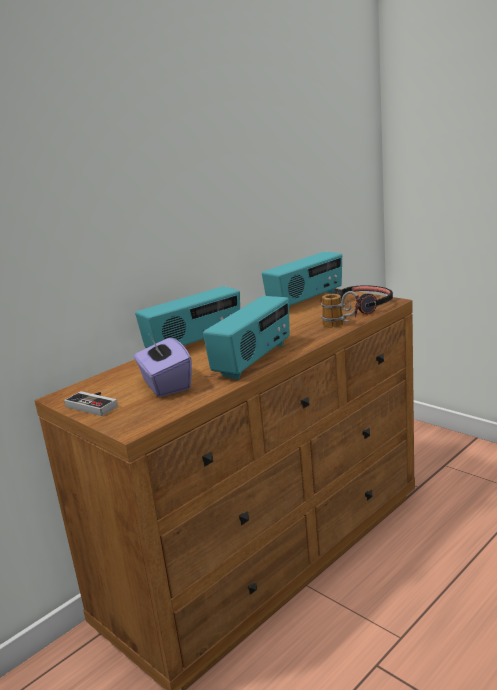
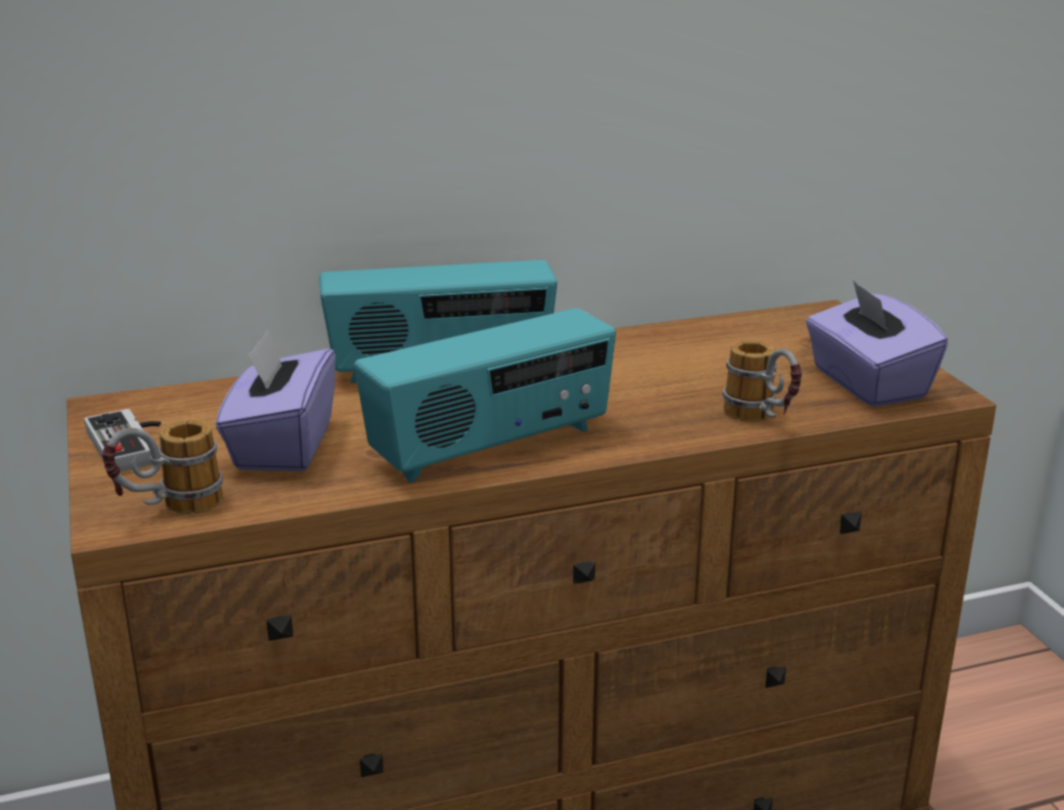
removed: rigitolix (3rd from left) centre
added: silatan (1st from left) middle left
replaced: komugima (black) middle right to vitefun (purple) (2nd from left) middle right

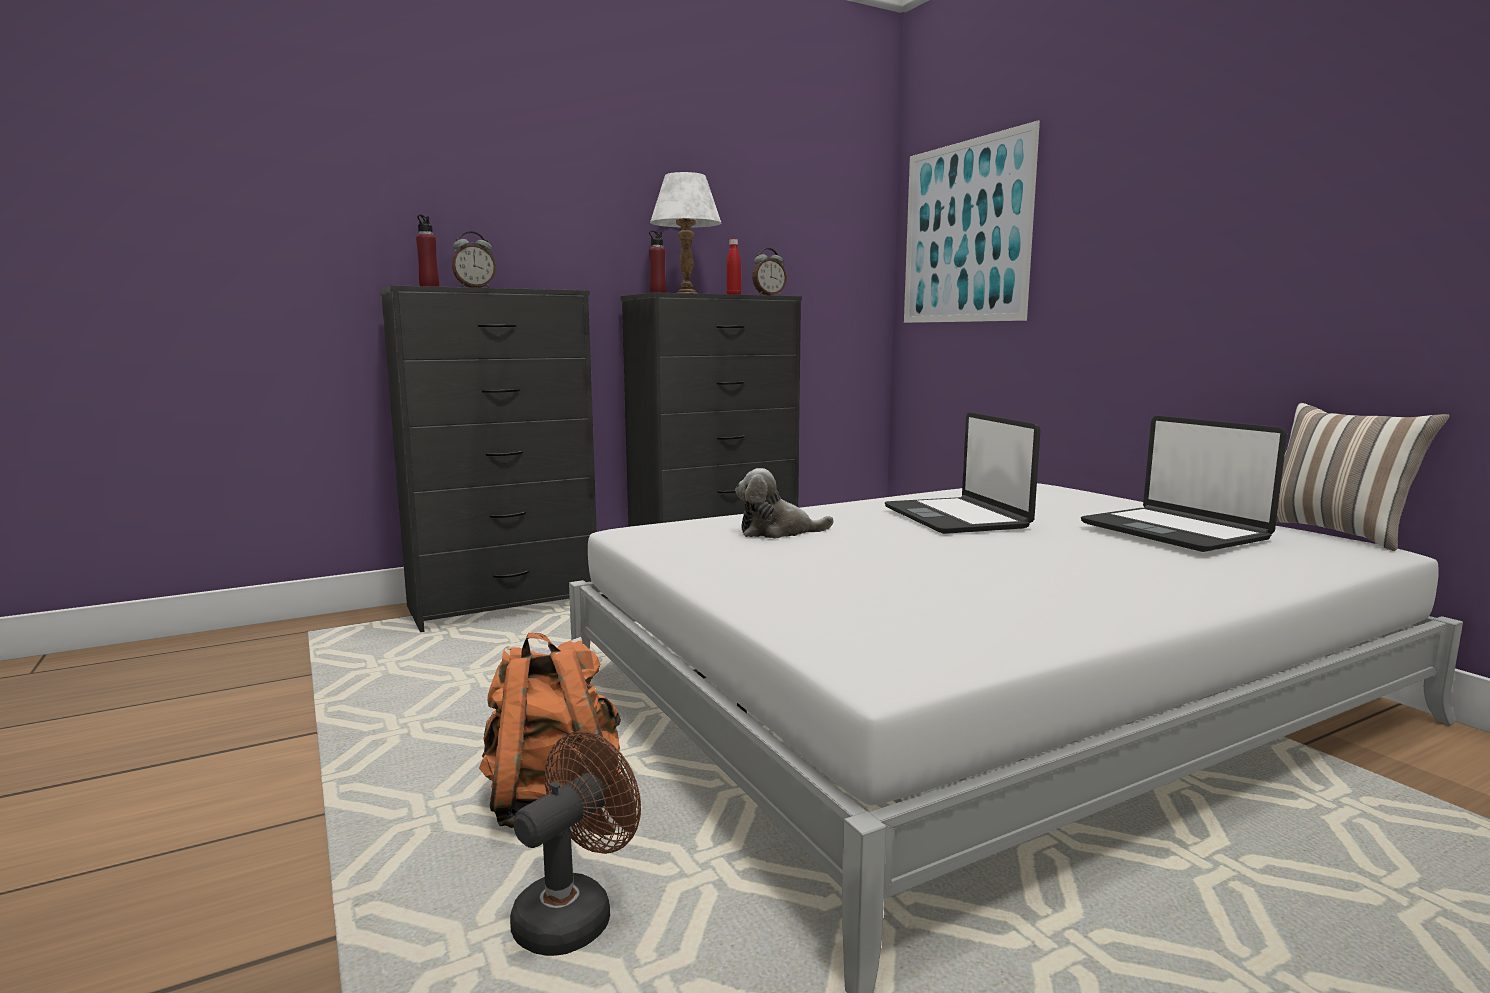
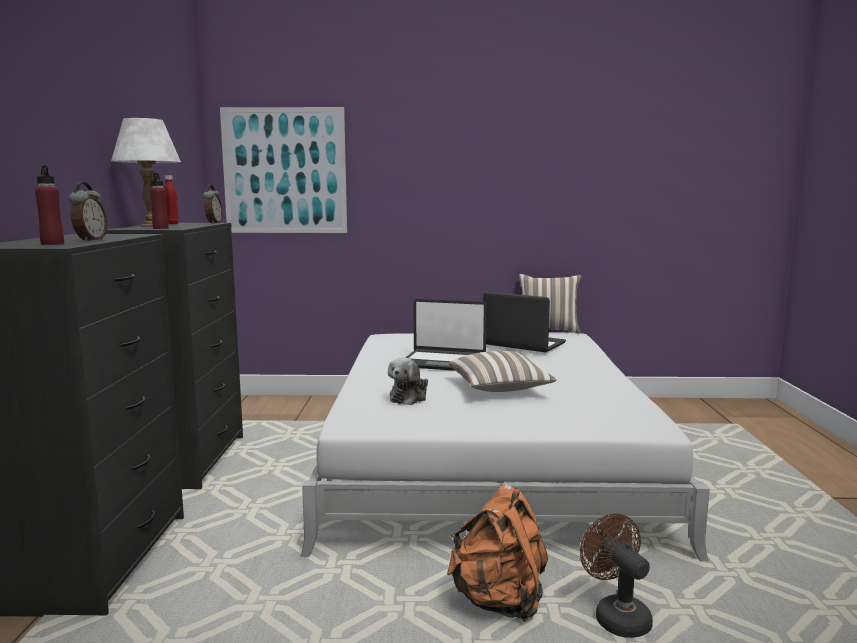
added: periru (1st from left) centre
turned: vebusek (2nd from left) middle right = centre 150 degrees counterclockwise

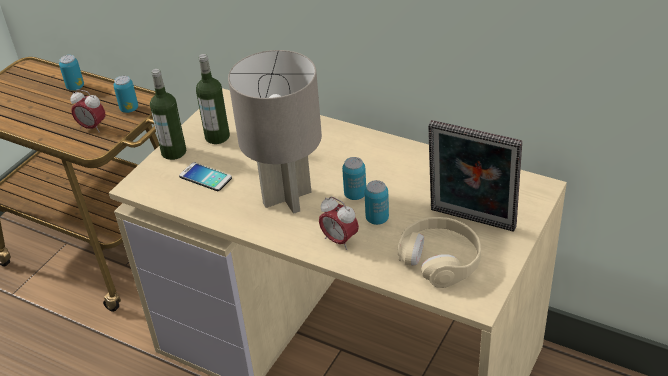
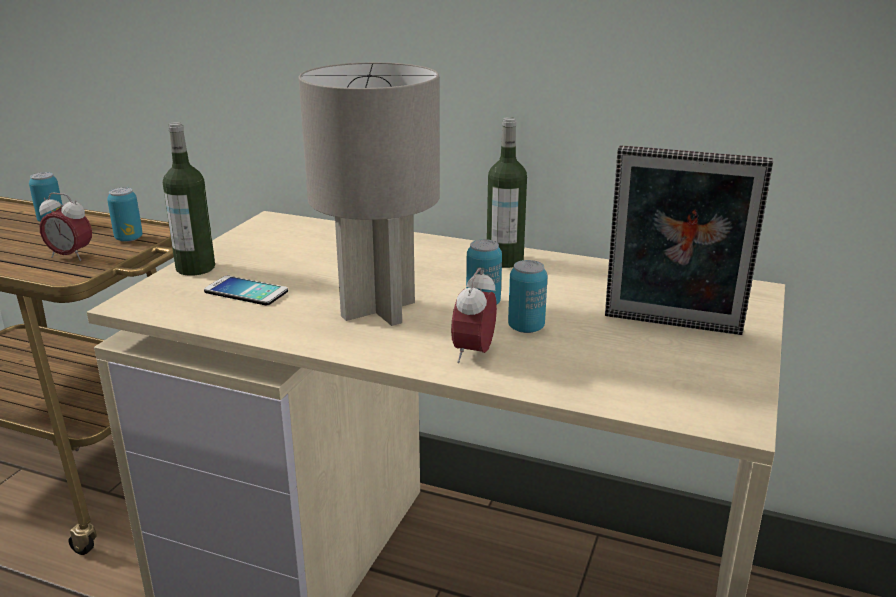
removed: komugima (beige) bottom centre
moved: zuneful (2nd from left) top left to top centre
turned: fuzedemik (2nd from left) centre = centre 75 degrees clockwise

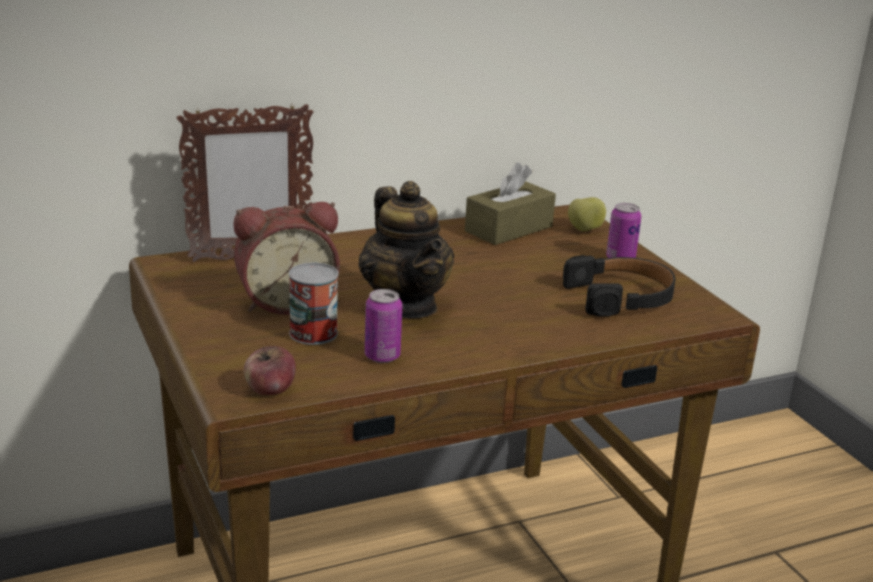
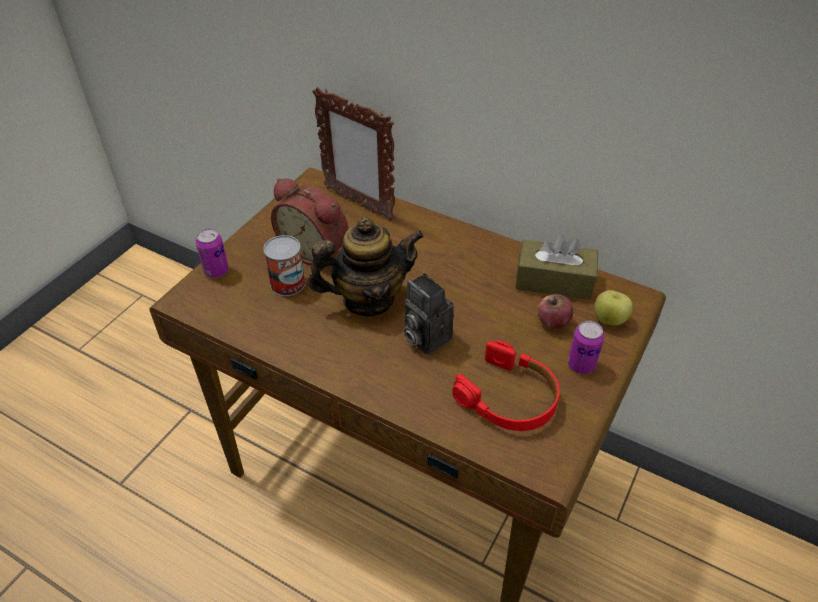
added: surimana centre
moved: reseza (1st from left) middle left to middle right; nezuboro (2nd from left in the first image) centre to nezuboro (1st from left) middle left
recoloured: komugima (black) middle right to komugima (red) centre
turned: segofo centre = centre 135 degrees counterclockwise

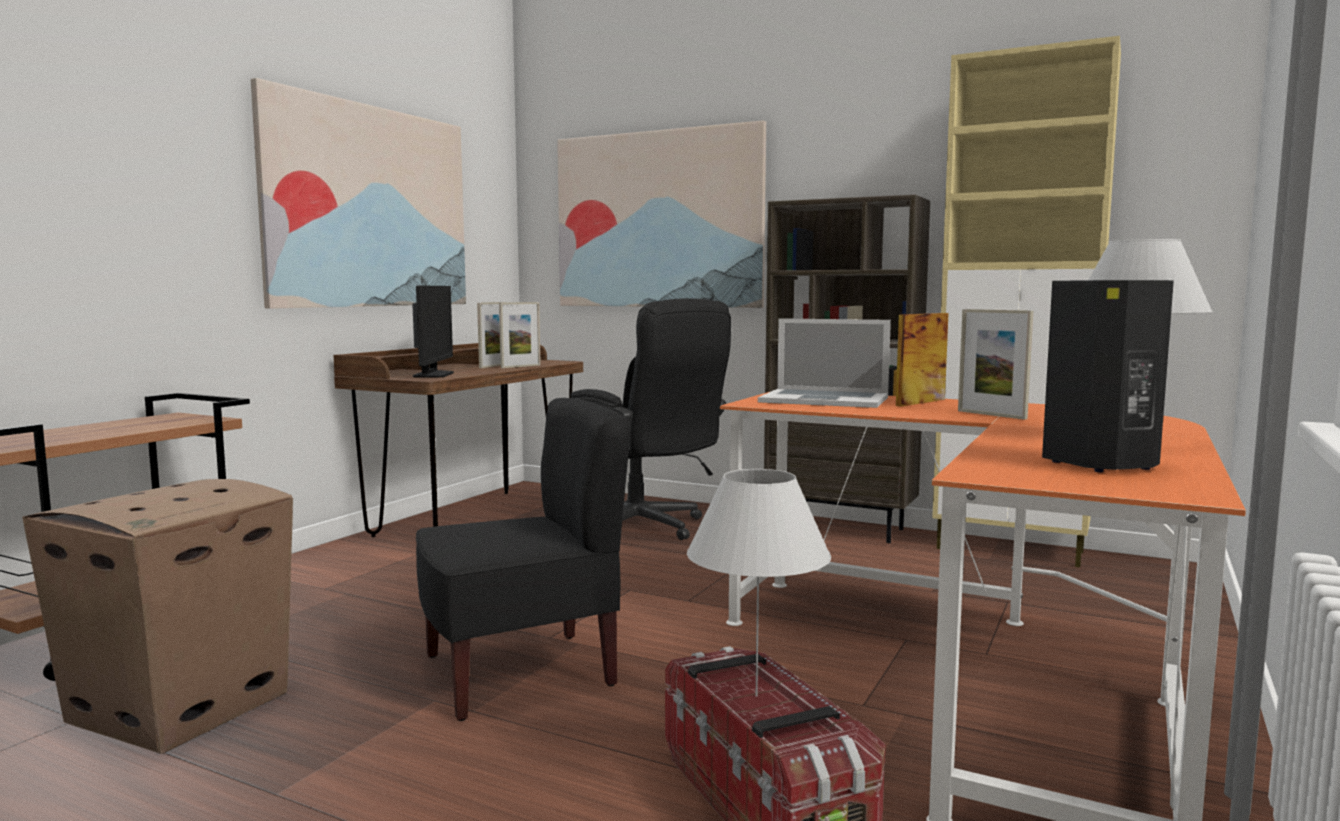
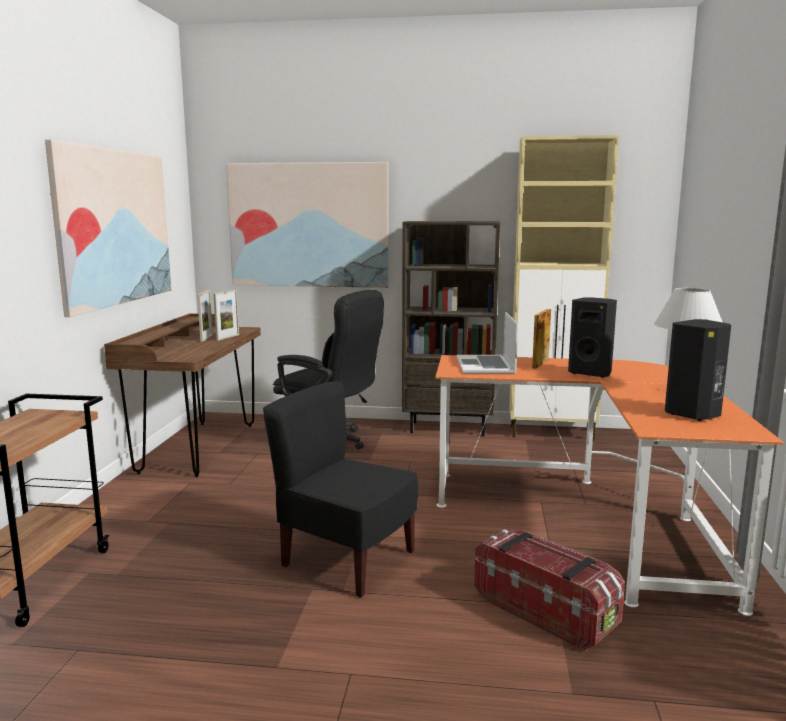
removed: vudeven bottom left; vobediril middle left; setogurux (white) (1st from left) bottom centre
replaced: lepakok (4th from left) middle right to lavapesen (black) (1st from left) middle right
turned: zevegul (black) bottom centre = bottom centre 105 degrees counterclockwise; vebusek centre = centre 90 degrees clockwise

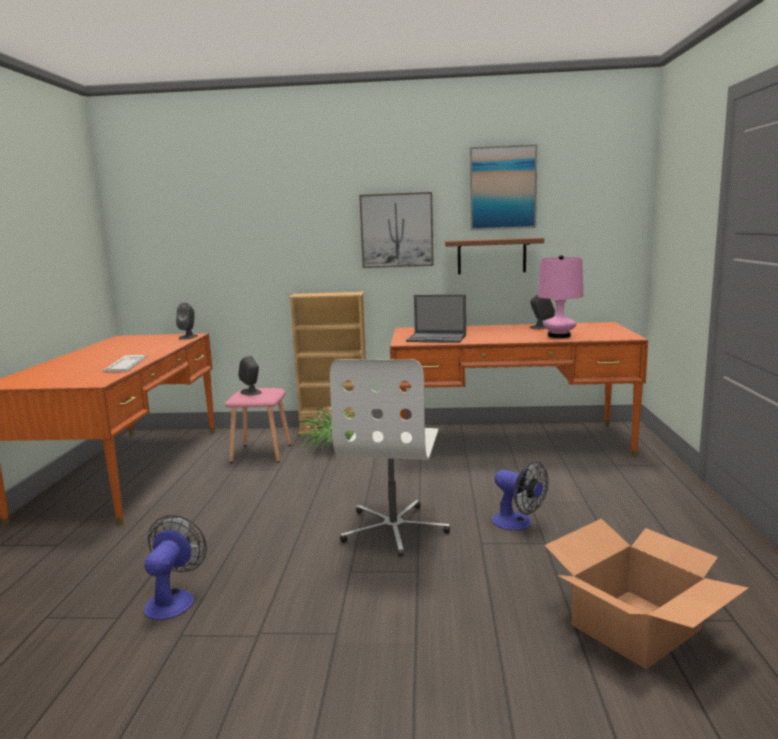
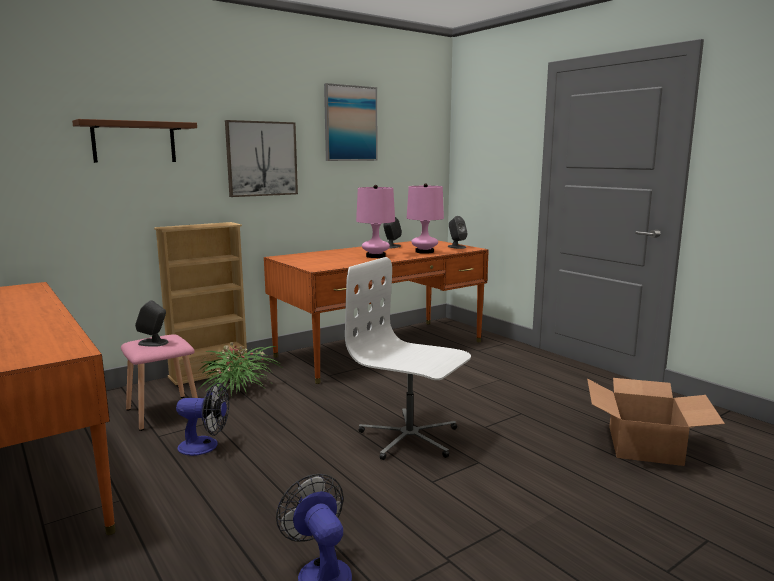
removed: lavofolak middle left; vebusek centre
added: setogurux (pink) (1st from left) centre
moved: lavapesen (grey) (1st from left in the first image) middle left to lavapesen (grey) (3rd from left) centre; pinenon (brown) centre to top left; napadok (2nd from left in the first image) bottom right to napadok (1st from left) bottom left
turned: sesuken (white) centre = centre 150 degrees clockwise

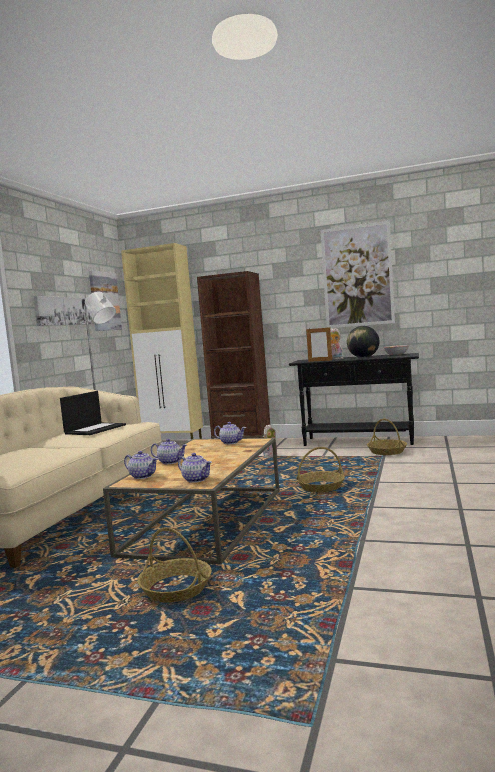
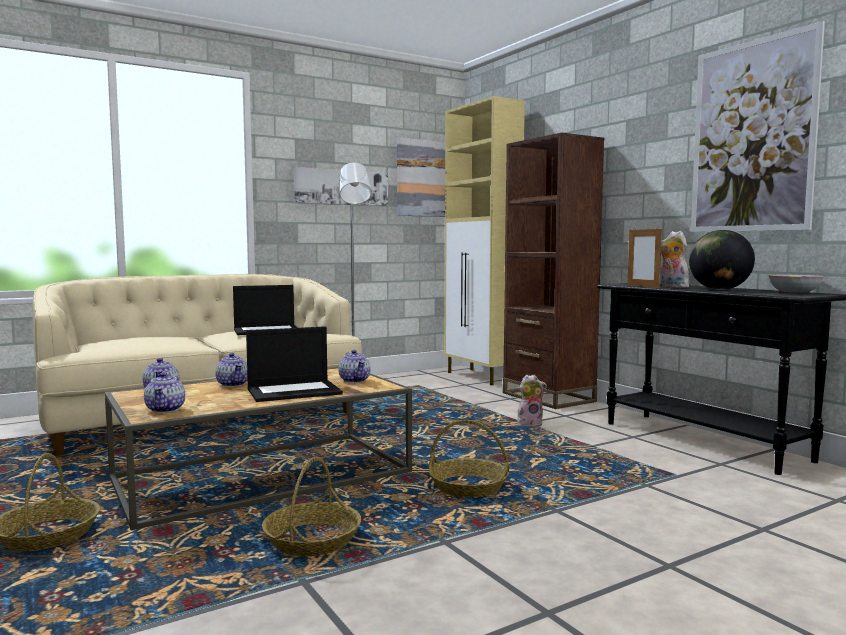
added: vebusek (2nd from left) centre
moved: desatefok (3rd from left in the first image) middle right to desatefok (2nd from left) bottom centre

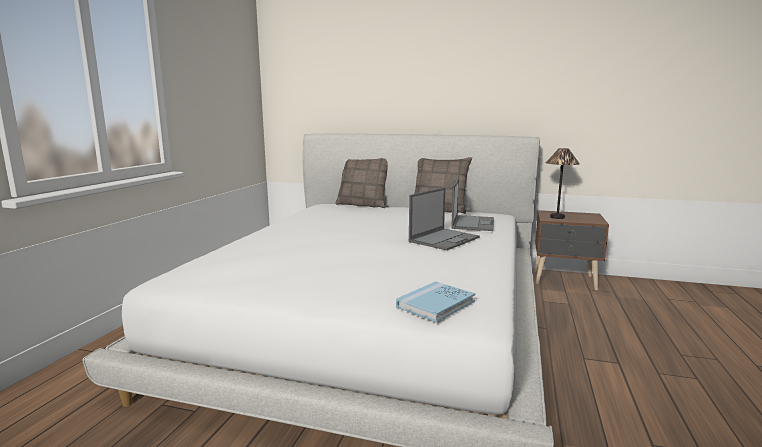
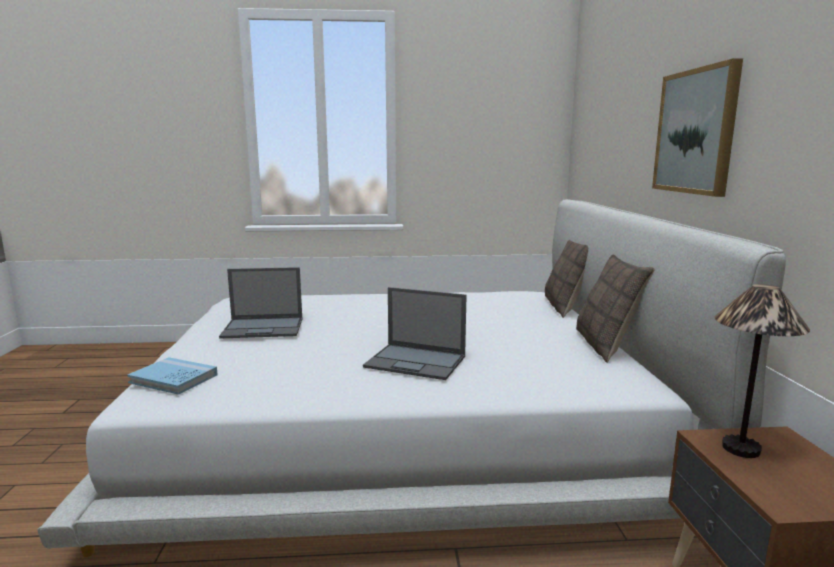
added: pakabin top right
moved: vebusek (2nd from left in the first image) centre to vebusek (1st from left) middle left

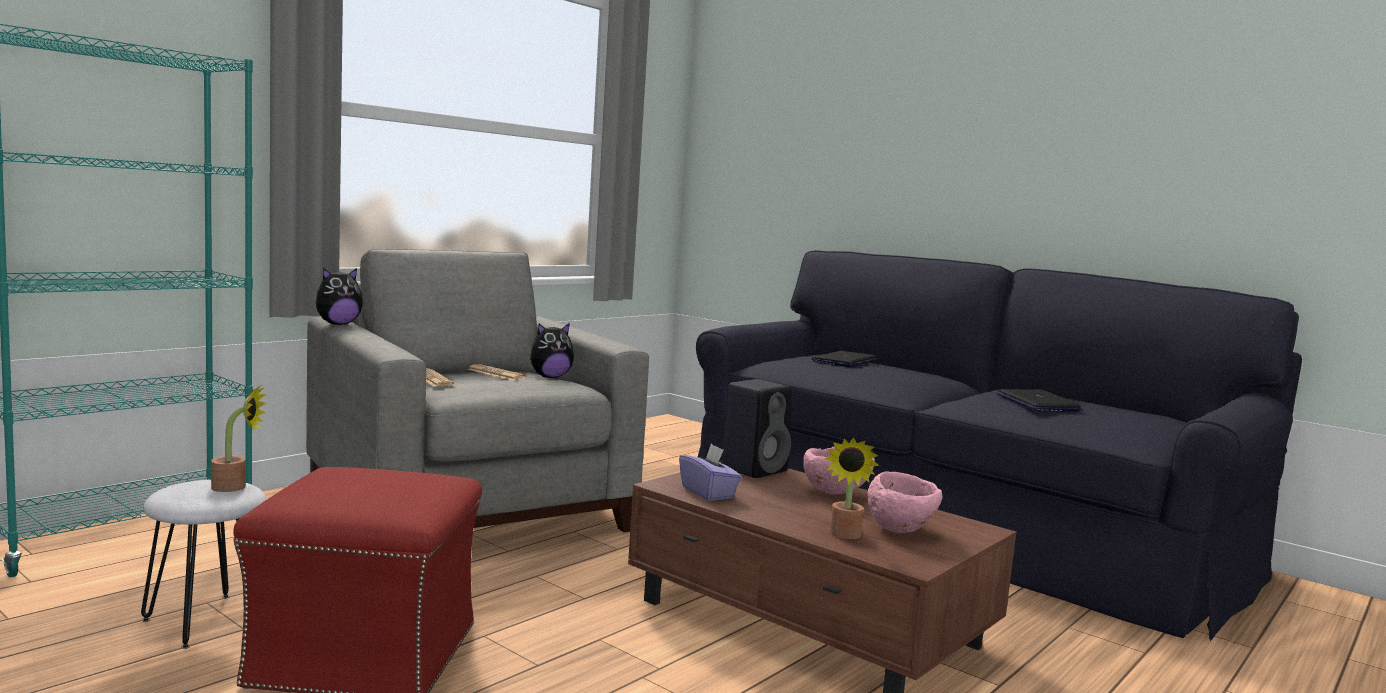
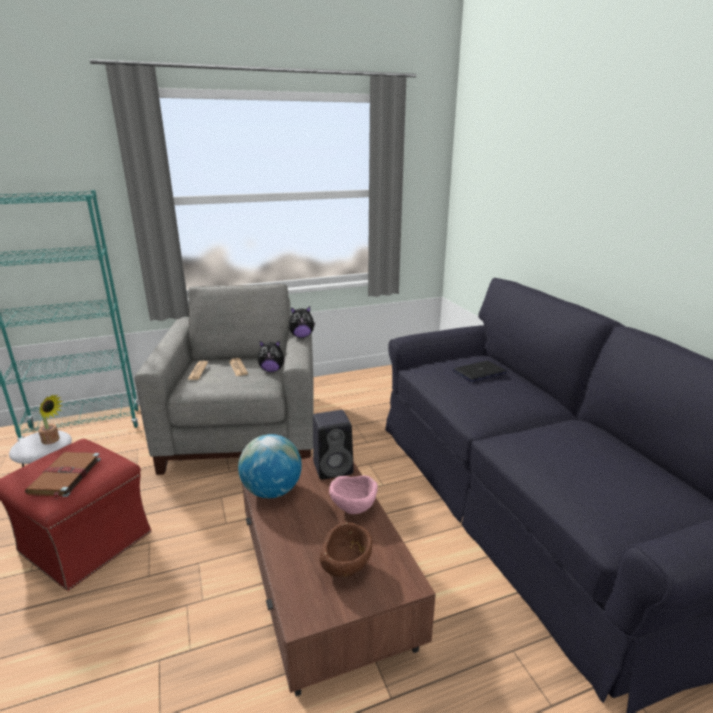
removed: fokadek (2nd from left) bottom centre; vebusek (2nd from left) middle right
added: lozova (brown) bottom left
moved: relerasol (1st from left in the first image) middle left to relerasol (2nd from left) centre
replaced: vitefun (purple) bottom centre to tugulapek centre
recoloured: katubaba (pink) (2nd from left) bottom centre to katubaba (brown) bottom centre

